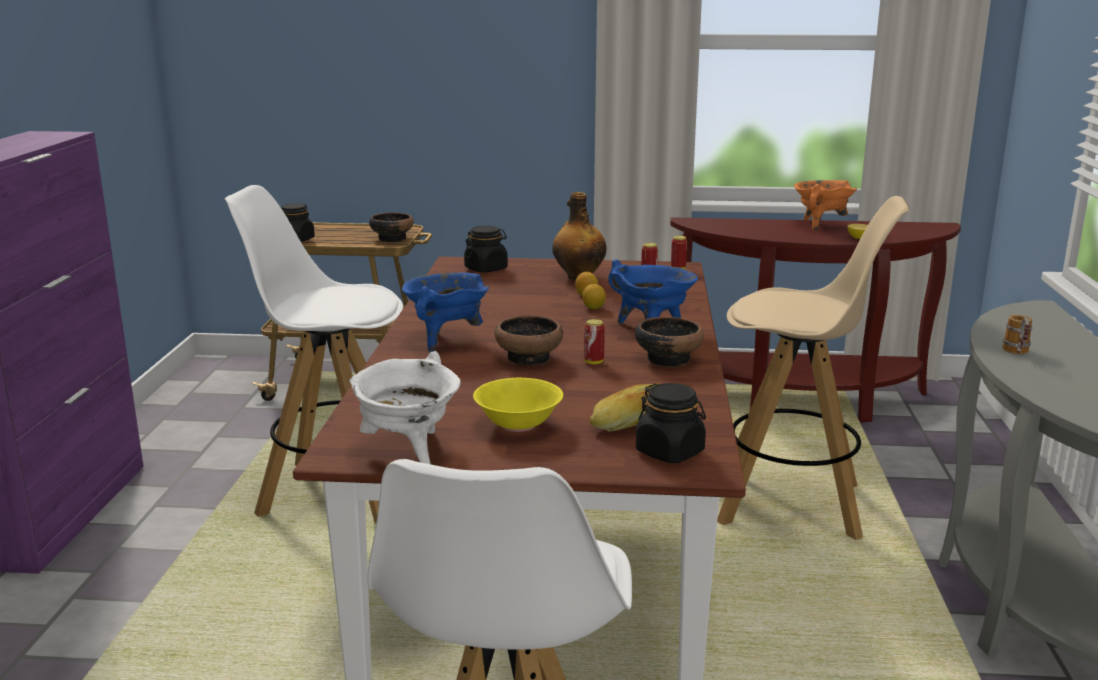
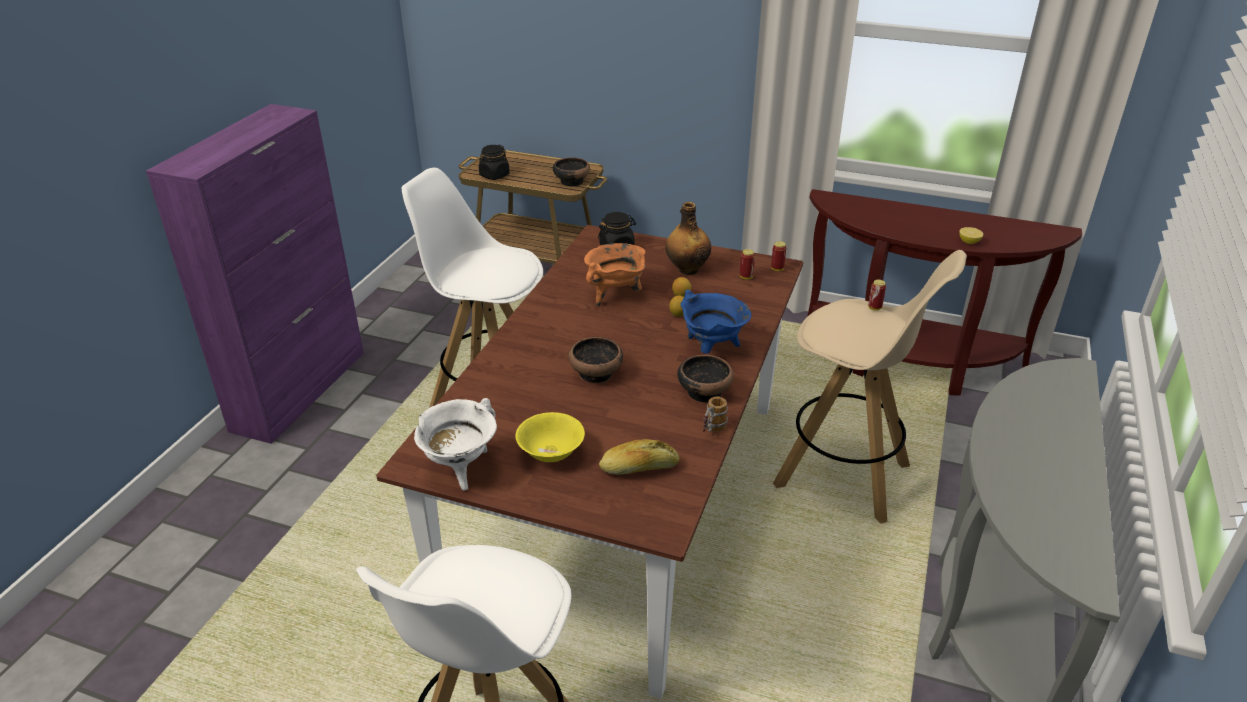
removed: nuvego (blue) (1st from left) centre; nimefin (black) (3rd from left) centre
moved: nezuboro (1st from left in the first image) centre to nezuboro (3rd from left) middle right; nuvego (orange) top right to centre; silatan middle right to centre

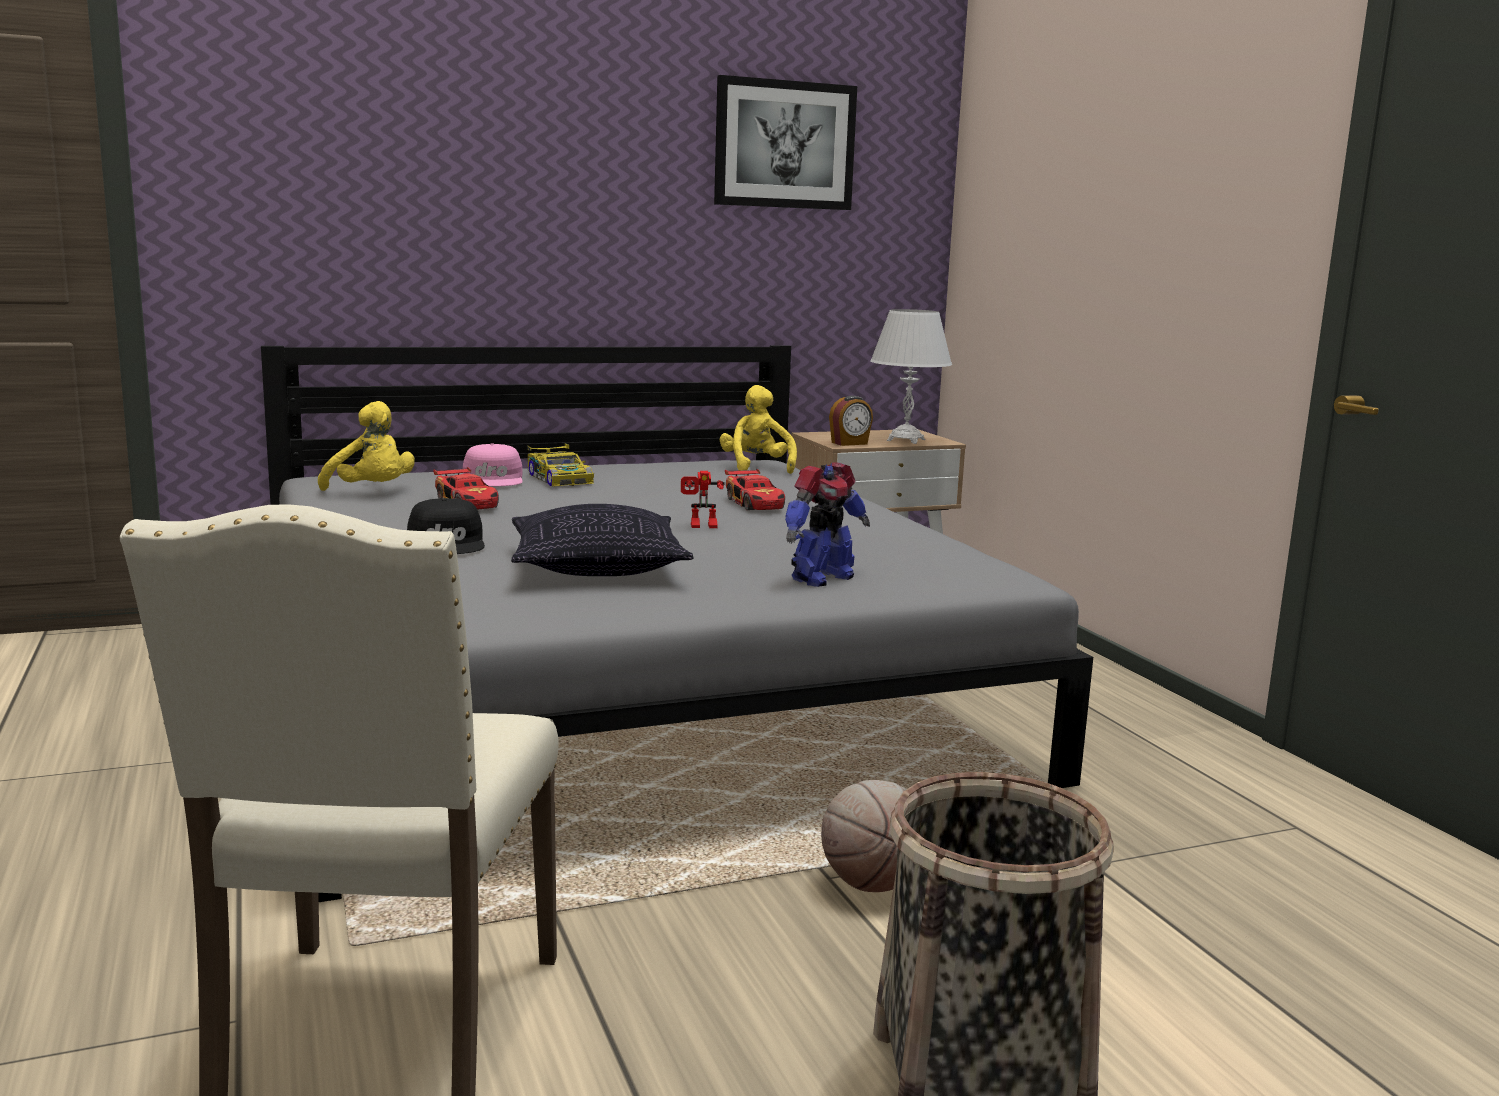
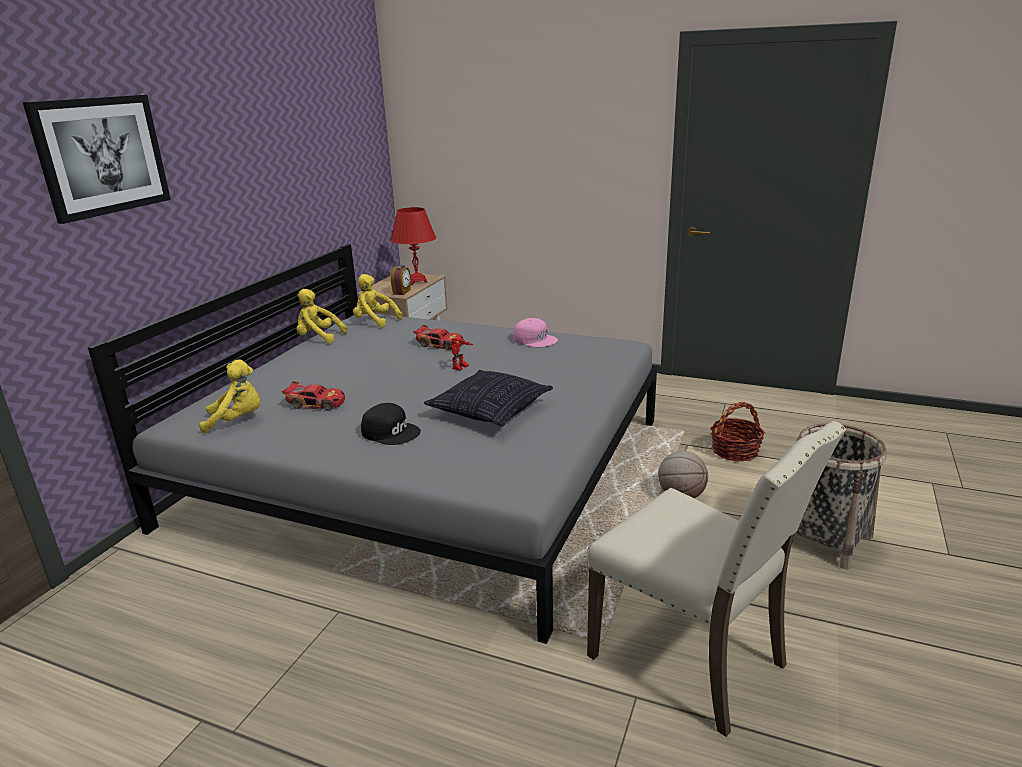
removed: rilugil (2nd from left) centre; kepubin (2nd from left) centre
added: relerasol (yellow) (2nd from left) middle left; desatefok (1st from left) middle right
moved: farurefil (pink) middle left to centre; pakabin top centre to top left
recoloured: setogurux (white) centre to setogurux (red) top centre

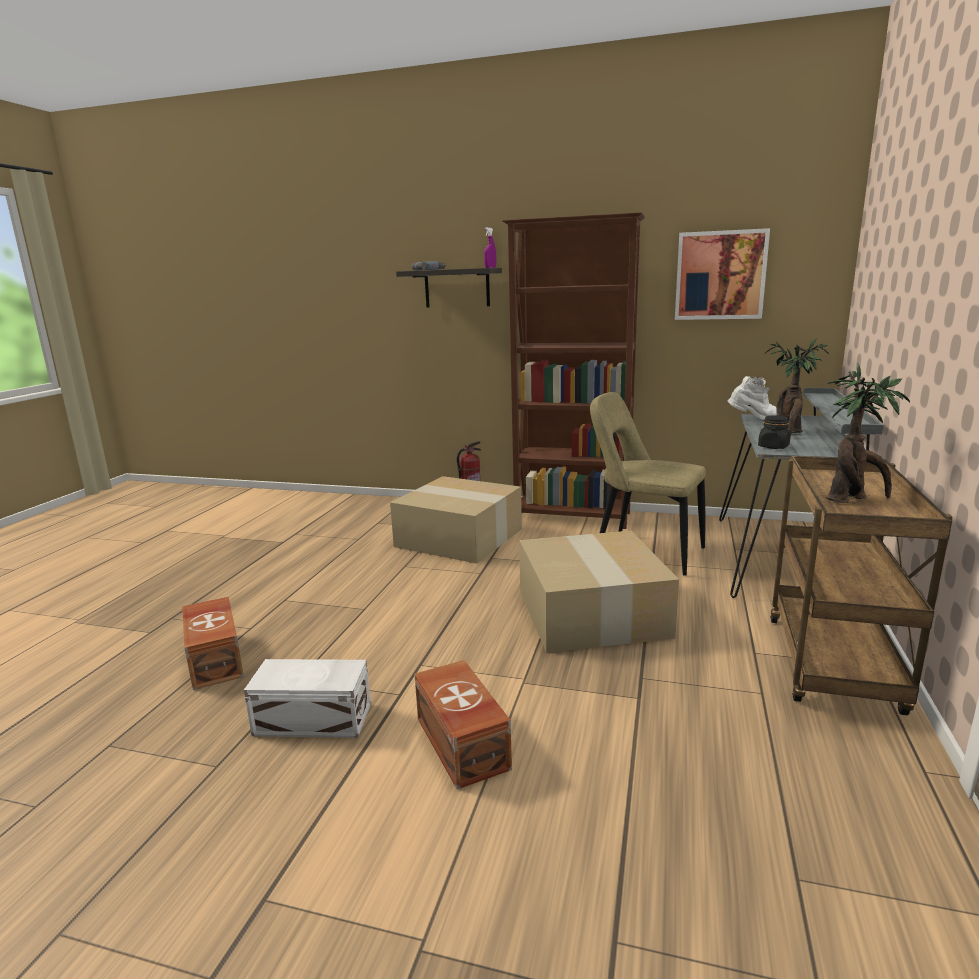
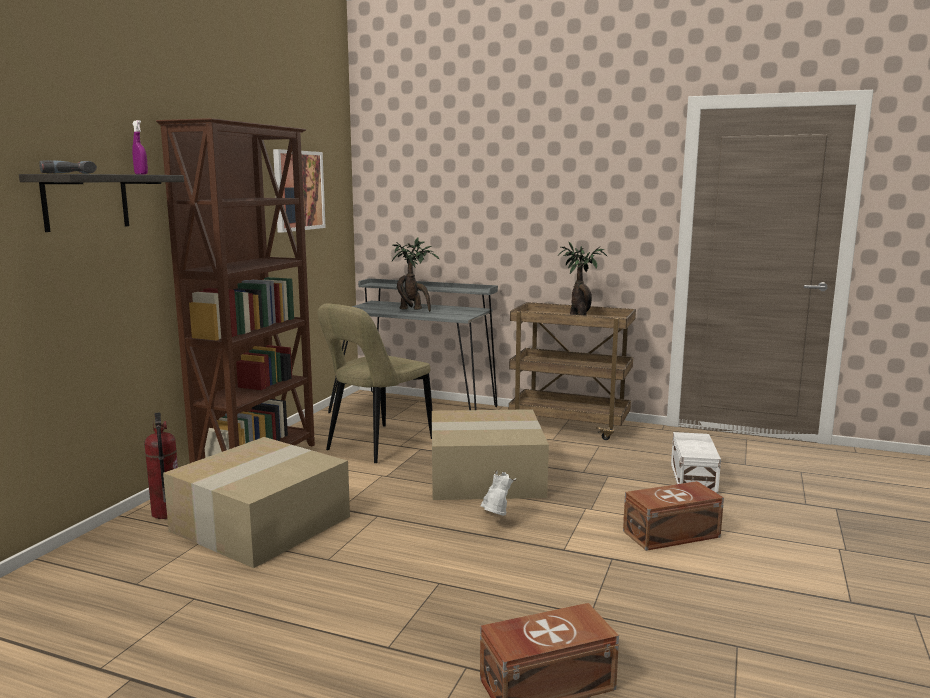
removed: nimefin (black) middle right
moved: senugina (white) bottom left to middle right; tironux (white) middle right to bottom centre

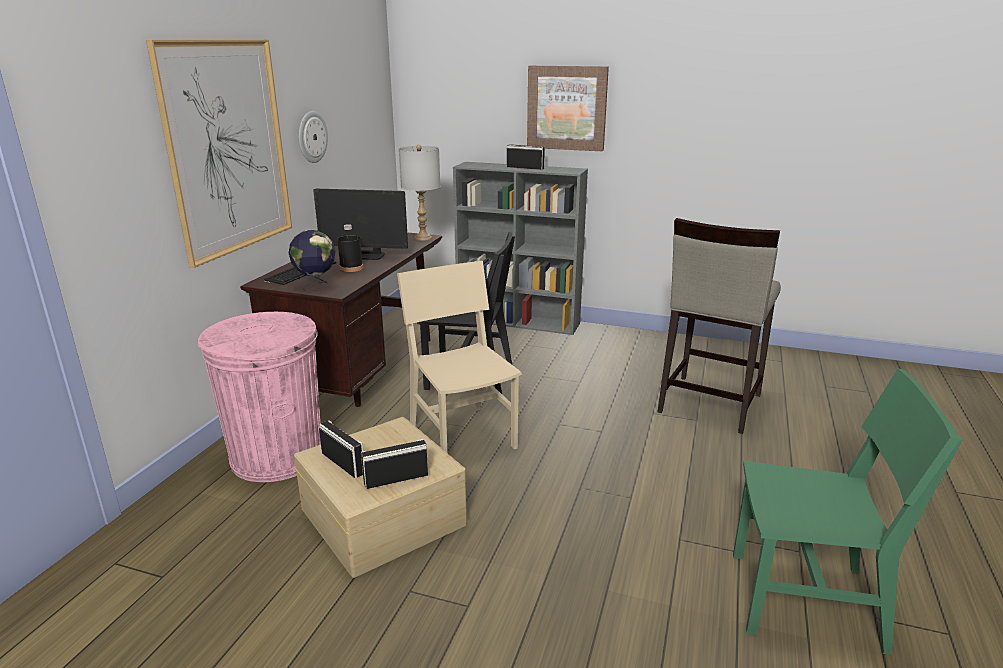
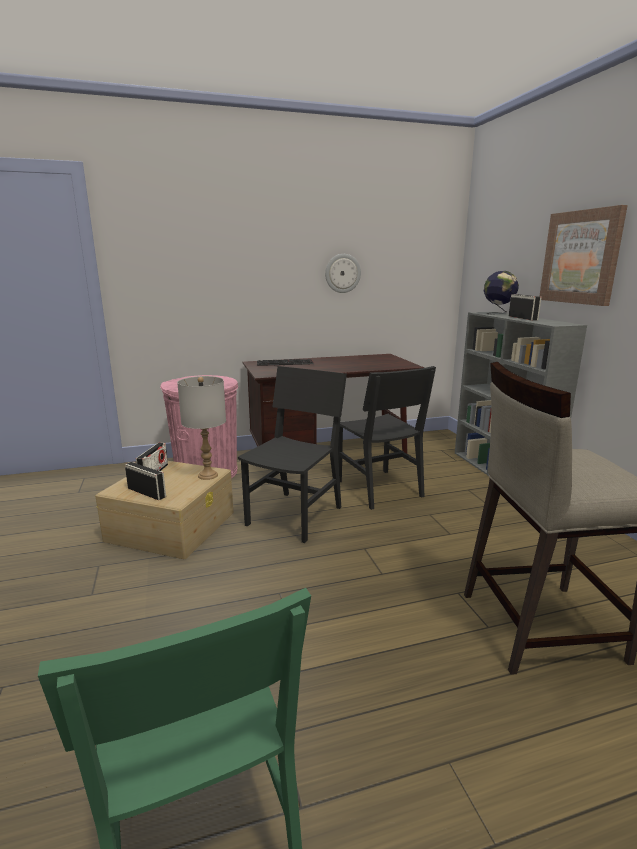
removed: pakabin (1st from left) top left; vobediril centre; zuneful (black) centre
moved: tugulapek middle left to middle right; setogurux (grey) top centre to middle left
recoloured: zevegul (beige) centre to zevegul (black) (1st from left) centre

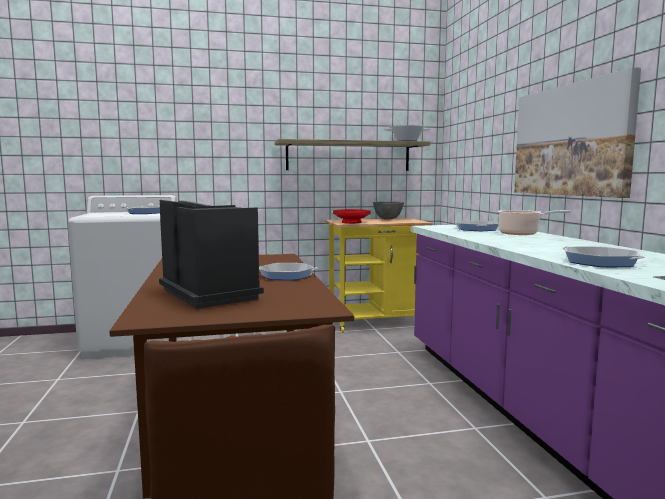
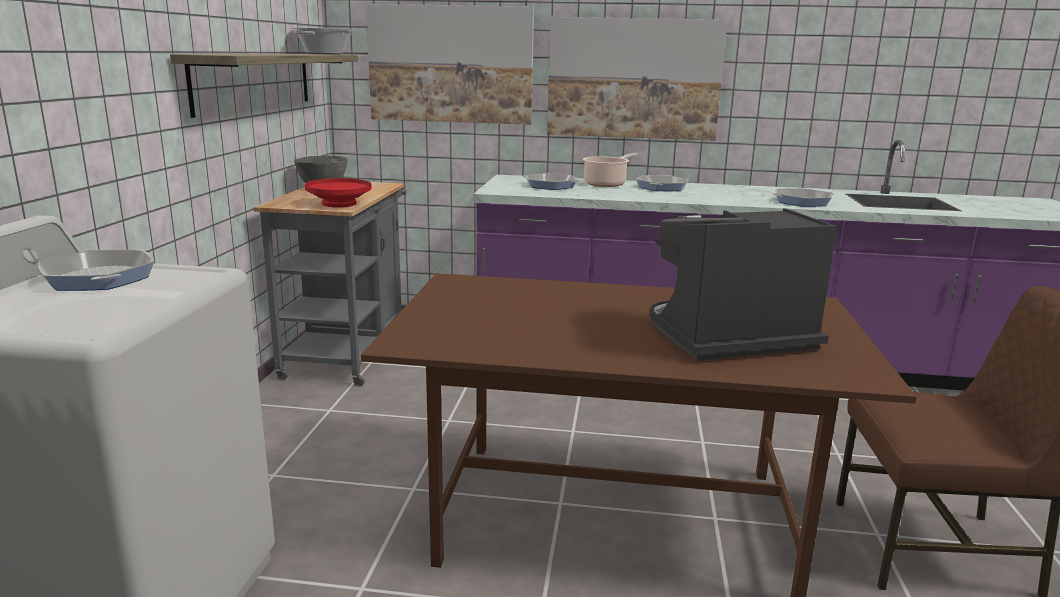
added: pakabin (1st from left) top centre
moved: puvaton (2nd from left in the first image) centre to puvaton (3rd from left) top centre
recoloured: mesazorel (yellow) centre to mesazorel (grey) middle left

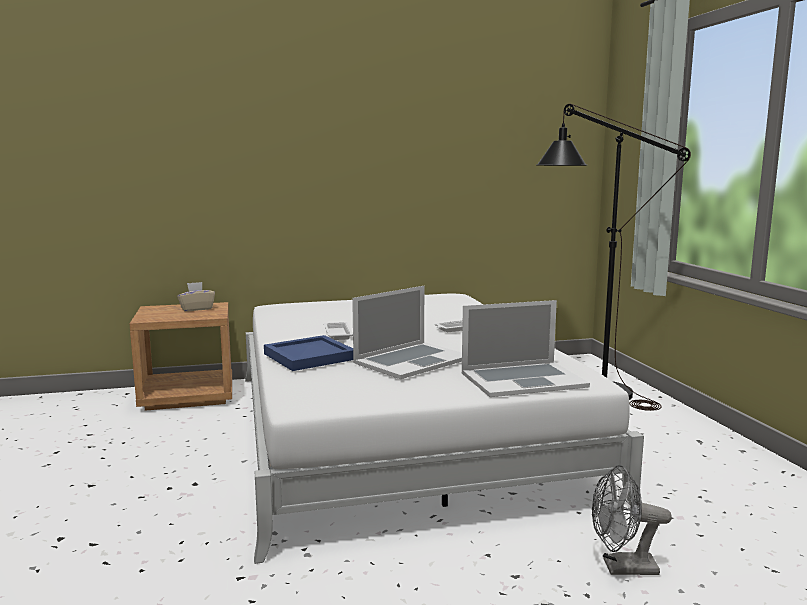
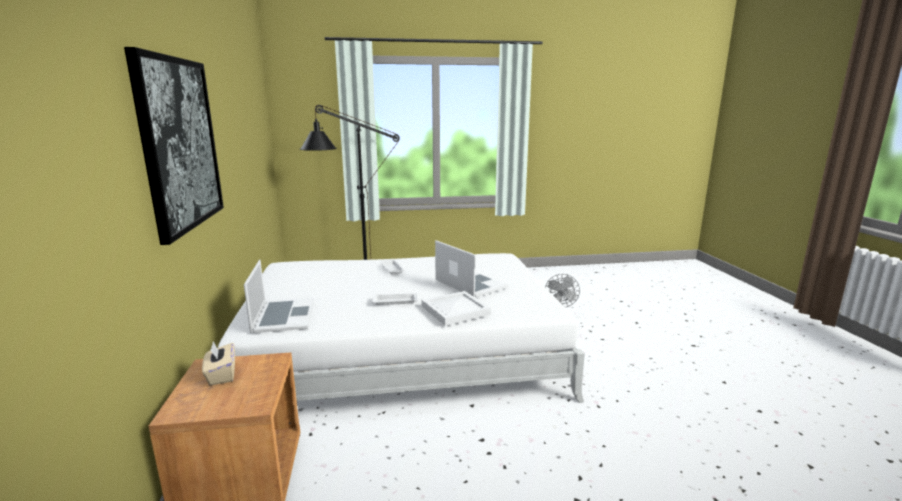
added: pakabin top left
moved: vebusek (2nd from left in the first image) centre to vebusek (1st from left) middle left
recoloured: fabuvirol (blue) centre to fabuvirol (white) (3rd from left) centre

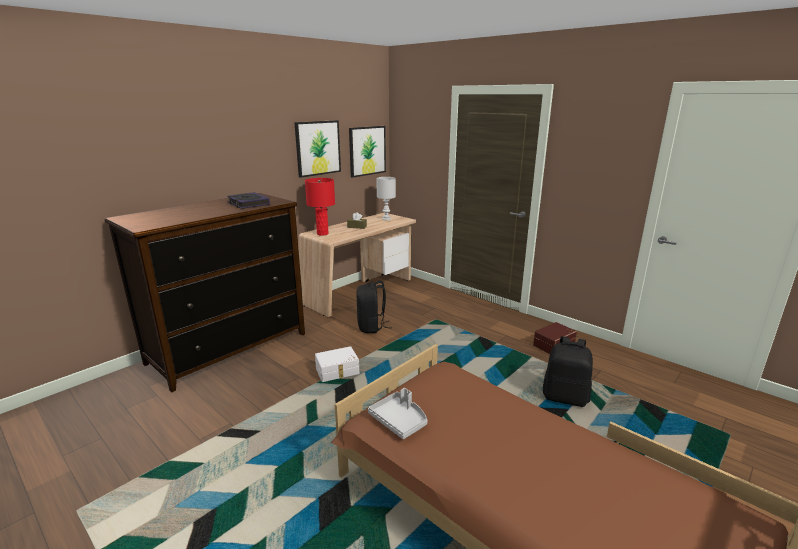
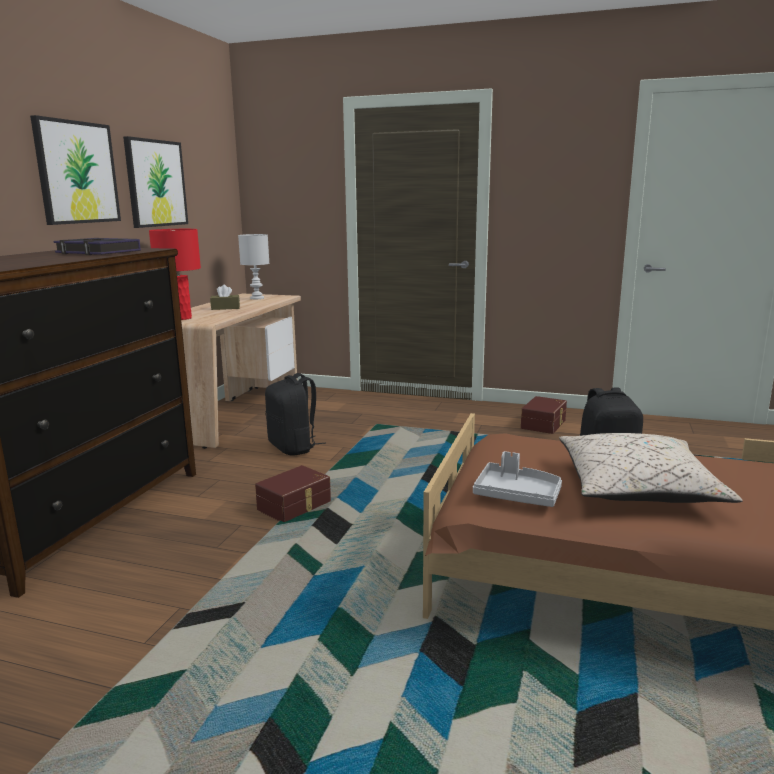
added: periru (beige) middle right
moved: pakabin (2nd from left in the first image) top centre to pakabin (1st from left) top left
recoloured: senugina (white) centre to senugina (brown) (1st from left) centre

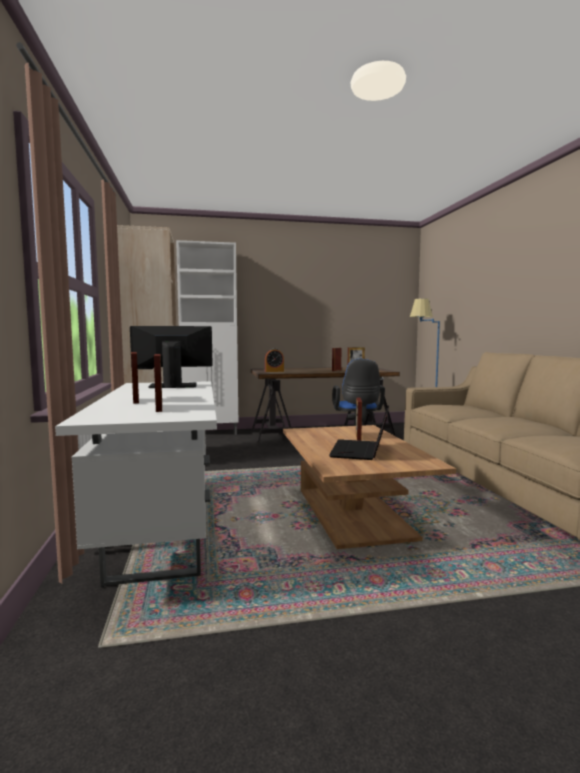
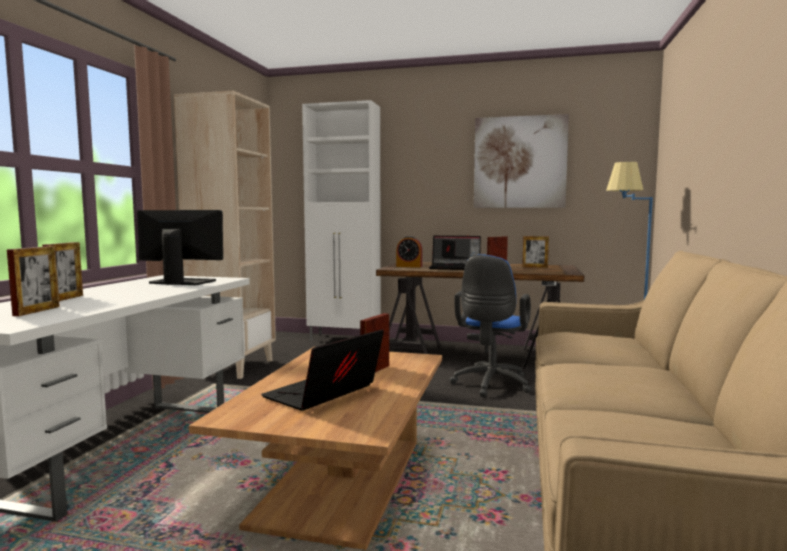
added: vebusek (2nd from left) centre; pakabin top centre

